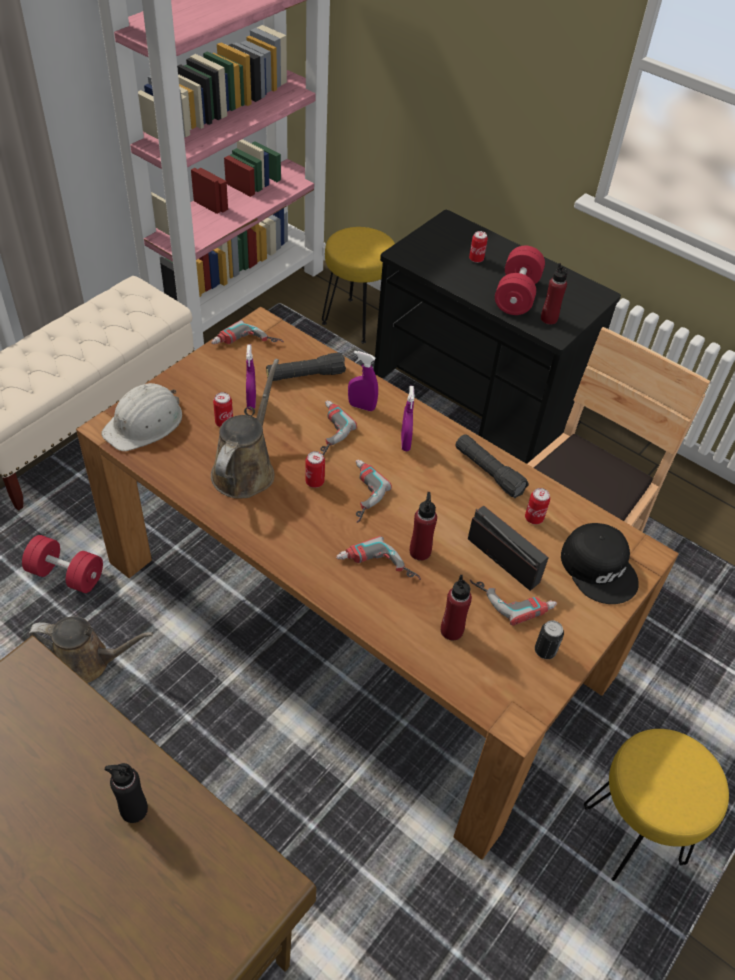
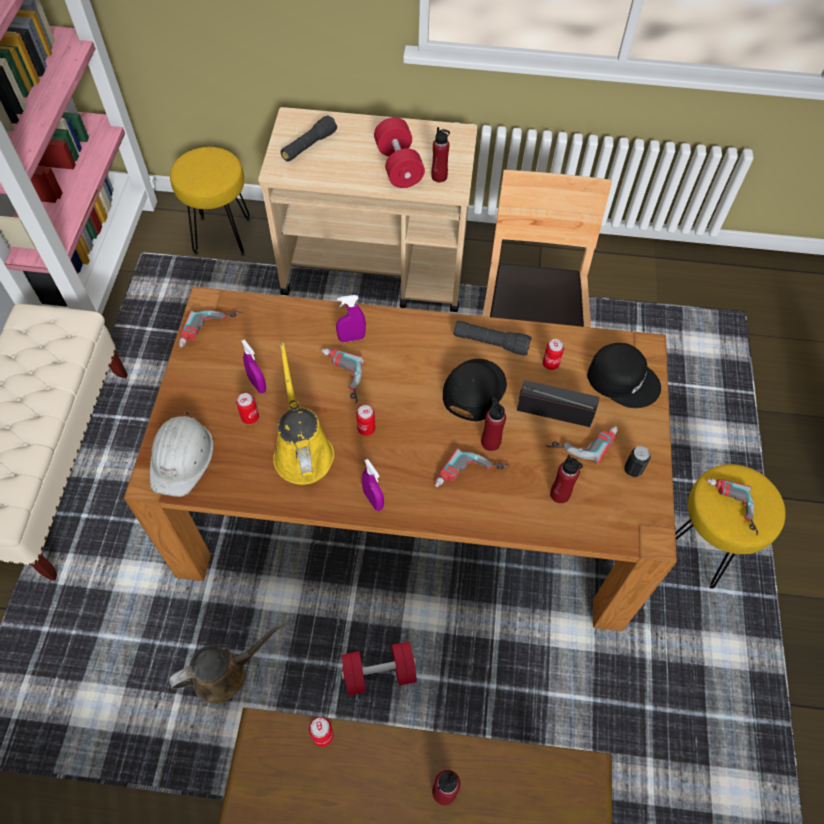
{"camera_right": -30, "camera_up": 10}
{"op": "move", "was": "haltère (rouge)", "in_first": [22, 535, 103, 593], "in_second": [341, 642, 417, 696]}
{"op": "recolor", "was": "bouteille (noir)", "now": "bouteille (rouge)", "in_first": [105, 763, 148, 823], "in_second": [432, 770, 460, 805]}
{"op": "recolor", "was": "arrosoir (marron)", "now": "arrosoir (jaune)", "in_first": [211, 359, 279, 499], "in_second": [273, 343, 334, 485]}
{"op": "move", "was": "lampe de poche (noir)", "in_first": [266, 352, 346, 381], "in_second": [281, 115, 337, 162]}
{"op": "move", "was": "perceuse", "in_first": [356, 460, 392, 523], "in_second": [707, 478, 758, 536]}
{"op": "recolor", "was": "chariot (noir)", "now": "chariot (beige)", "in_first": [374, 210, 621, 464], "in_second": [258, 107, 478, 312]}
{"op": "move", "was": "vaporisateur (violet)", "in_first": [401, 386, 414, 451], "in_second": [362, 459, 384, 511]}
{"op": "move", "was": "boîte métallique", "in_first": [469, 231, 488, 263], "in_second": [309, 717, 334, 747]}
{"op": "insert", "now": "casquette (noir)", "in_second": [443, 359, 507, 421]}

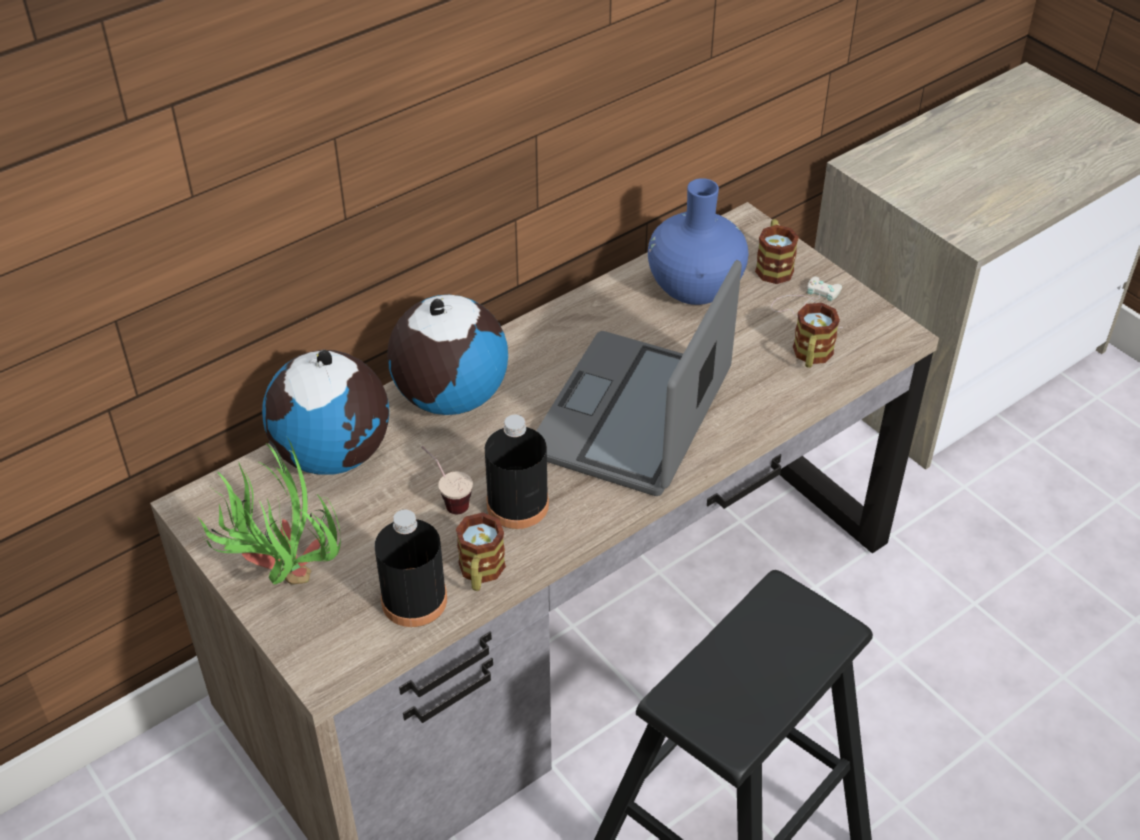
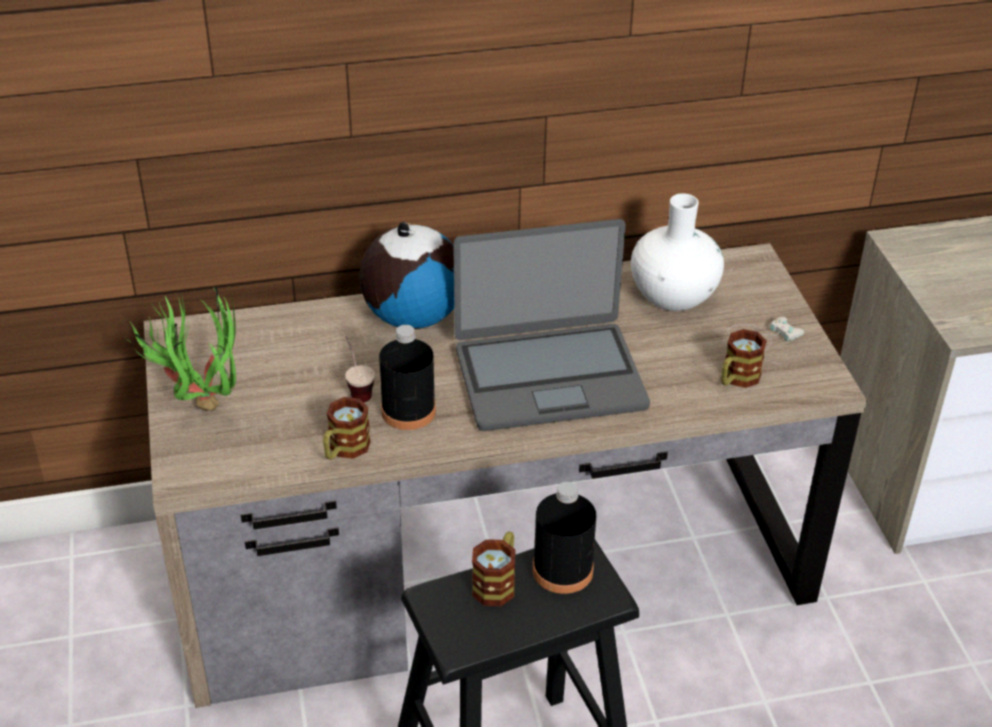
{"camera_right": 25, "camera_up": -5}
{"op": "delete", "was": "globe", "in_first": [262, 350, 389, 475]}
{"op": "move", "was": "bouteille (noir)", "in_first": [375, 510, 447, 627], "in_second": [533, 481, 596, 594]}
{"op": "rotate", "was": "ordinateur portable", "in_first": [536, 260, 742, 496], "in_second": [453, 219, 650, 431], "clockwise": -150}
{"op": "recolor", "was": "vase (bleu)", "now": "vase (blanc)", "in_first": [648, 178, 749, 305], "in_second": [631, 193, 724, 311]}
{"op": "move", "was": "mug", "in_first": [755, 219, 799, 284], "in_second": [472, 531, 516, 606]}

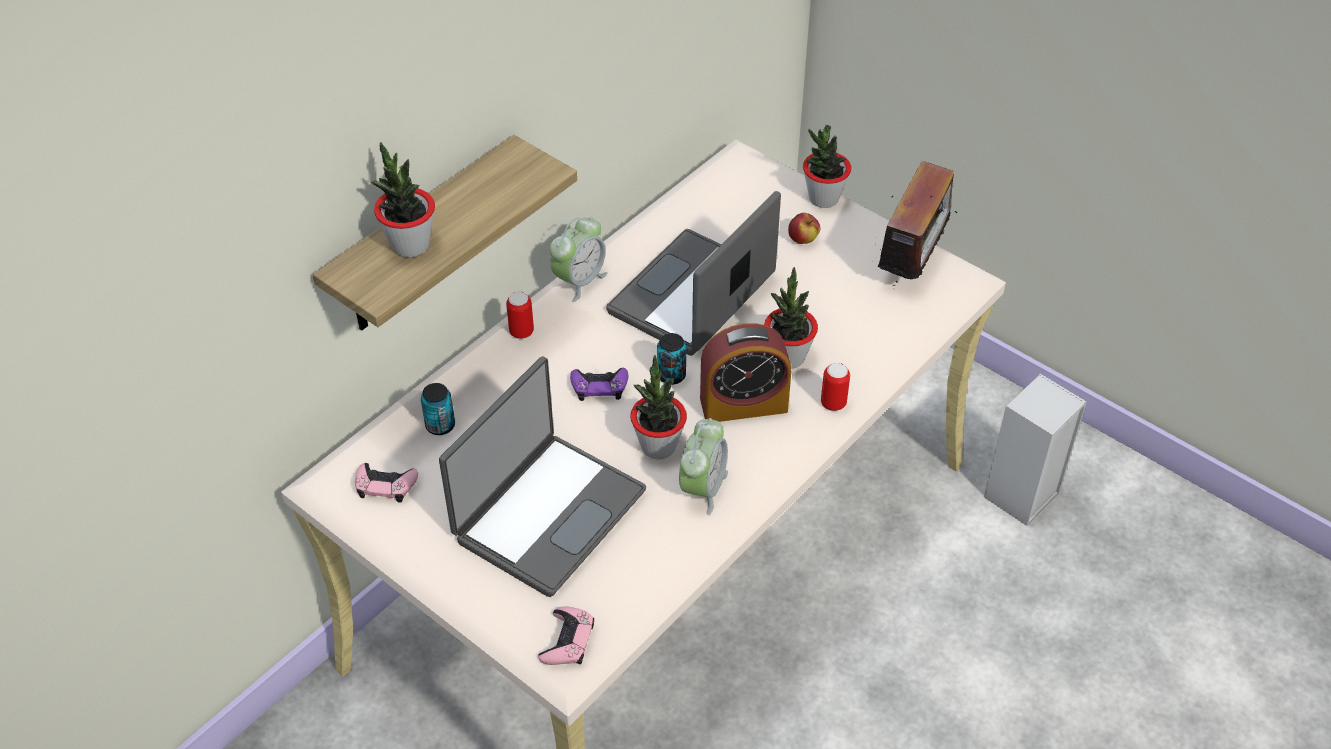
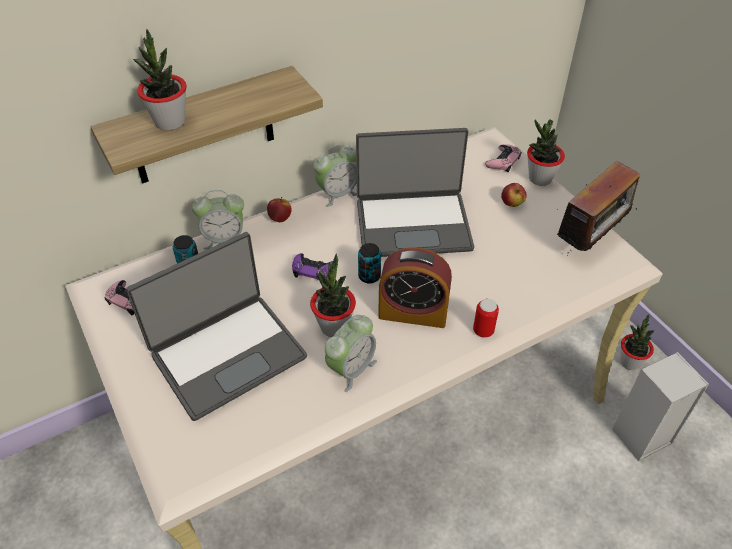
{"camera_right": 20, "camera_up": 0}
{"op": "replace", "was": "boîte métallique", "now": "pomme", "in_first": [506, 292, 534, 339], "in_second": [267, 197, 292, 222]}
{"op": "move", "was": "manette (rose)", "in_first": [538, 607, 594, 665], "in_second": [485, 144, 522, 172]}
{"op": "rotate", "was": "ordinateur portable", "in_first": [606, 191, 781, 356], "in_second": [356, 128, 474, 257], "clockwise": -150}
{"op": "move", "was": "plante en pot", "in_first": [764, 267, 818, 369], "in_second": [620, 314, 655, 370]}
{"op": "insert", "now": "réveil", "in_second": [192, 190, 244, 250]}

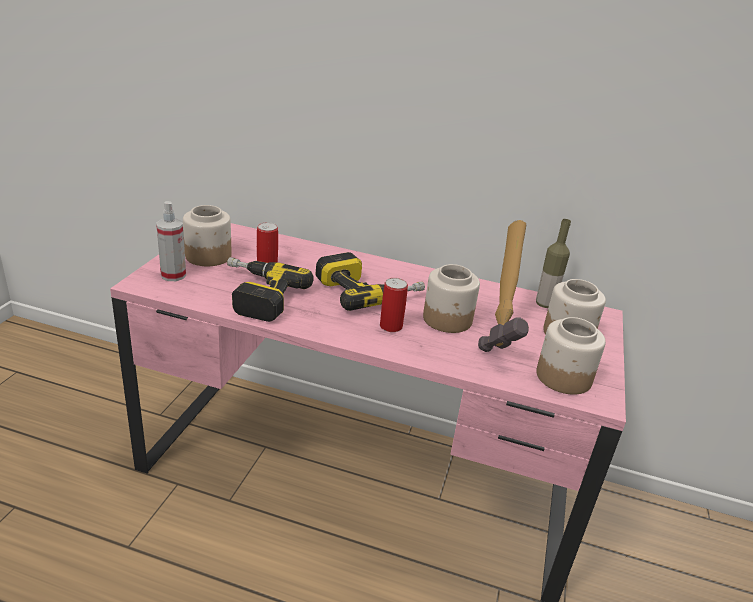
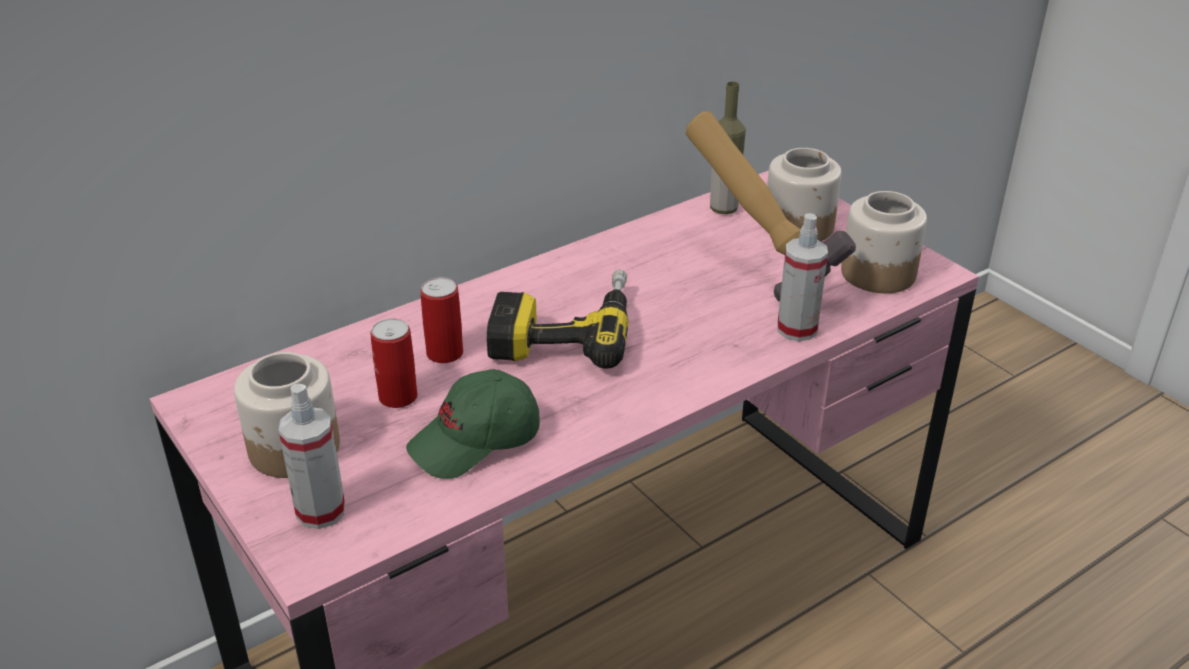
{"camera_right": -50, "camera_up": 5}
{"op": "replace", "was": "perceuse", "now": "casquette (vert)", "in_first": [227, 257, 314, 322], "in_second": [406, 369, 540, 479]}
{"op": "move", "was": "boîte métallique", "in_first": [380, 278, 408, 332], "in_second": [420, 277, 463, 363]}
{"op": "delete", "was": "bocal", "in_first": [423, 264, 480, 333]}
{"op": "insert", "now": "vaporisateur", "in_second": [777, 213, 828, 341]}

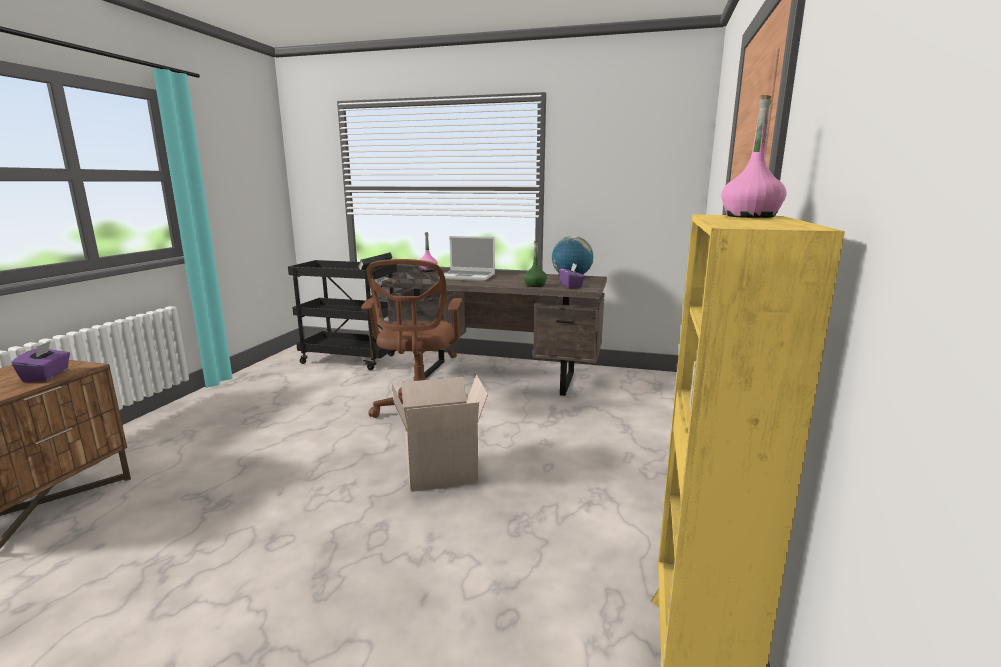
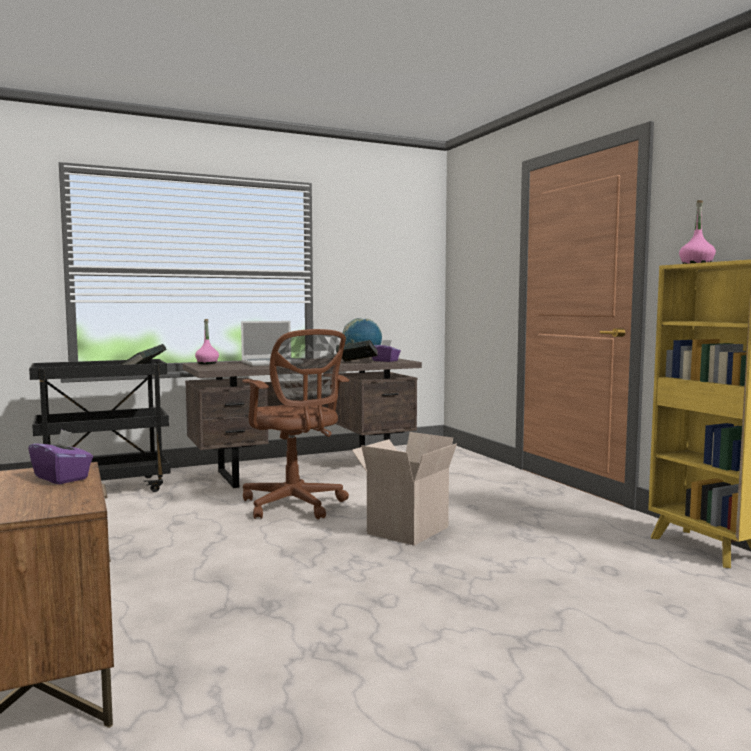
{"camera_right": -40, "camera_up": -10}
{"op": "replace", "was": "bouteille (vert)", "now": "livre", "in_first": [524, 241, 547, 287], "in_second": [336, 340, 378, 362]}

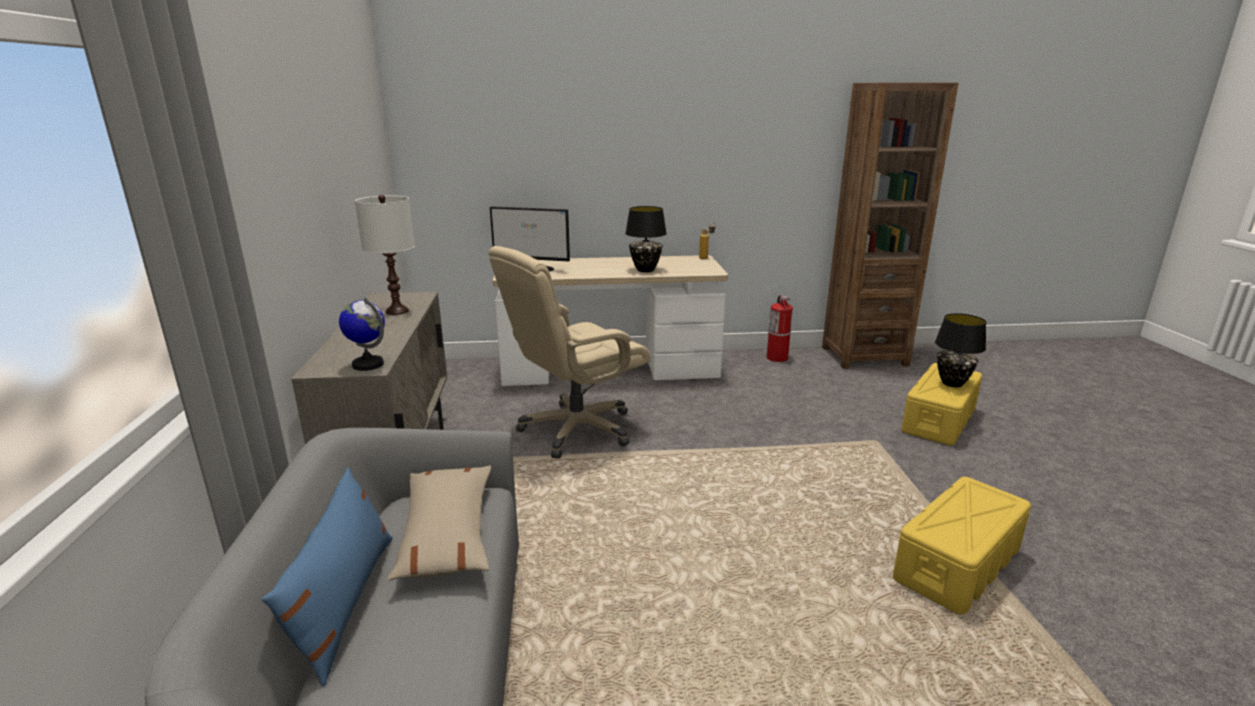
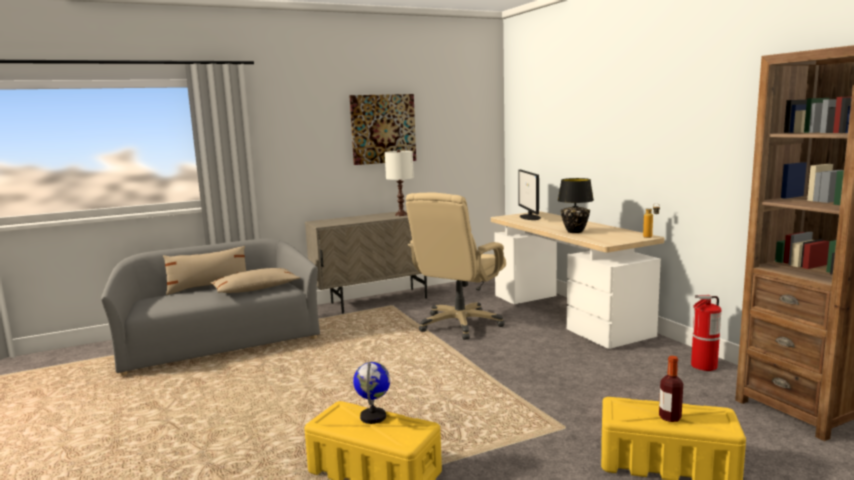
{"camera_right": 70, "camera_up": -10}
{"op": "recolor", "was": "coussin (bleu)", "now": "coussin (beige)", "in_first": [262, 468, 393, 686], "in_second": [163, 246, 246, 295]}
{"op": "move", "was": "globe", "in_first": [339, 297, 385, 371], "in_second": [353, 362, 390, 424]}
{"op": "rotate", "was": "chaise de bureau (beige)", "in_first": [489, 246, 650, 458], "in_second": [406, 192, 506, 340], "clockwise": -90}
{"op": "replace", "was": "lampe de table (noir)", "now": "bouteille", "in_first": [935, 313, 986, 388], "in_second": [659, 356, 683, 422]}
{"op": "insert", "now": "tableau", "in_second": [349, 94, 416, 165]}

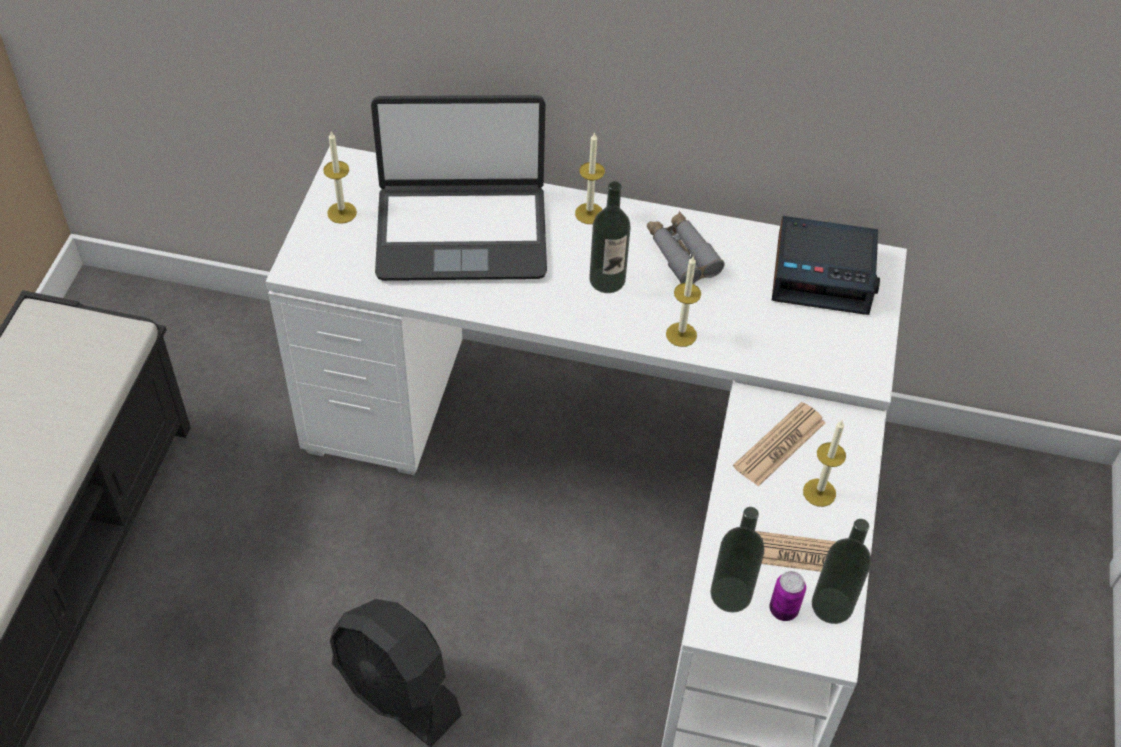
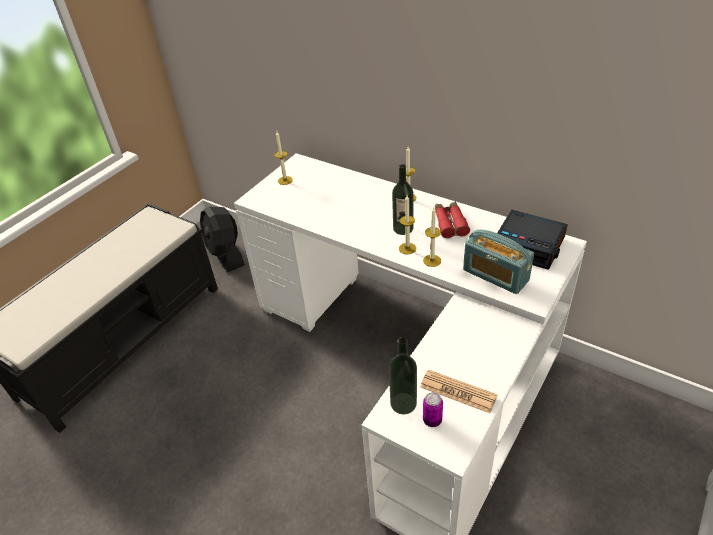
{"camera_right": 25, "camera_up": -10}
{"op": "move", "was": "ventilateur (noir)", "in_first": [330, 599, 462, 747], "in_second": [200, 206, 245, 272]}
{"op": "delete", "was": "ordinateur portable", "in_first": [371, 95, 547, 281]}
{"op": "recolor", "was": "jumelles (gris)", "now": "jumelles (rouge)", "in_first": [647, 211, 725, 284], "in_second": [435, 202, 470, 238]}
{"op": "delete", "was": "journal", "in_first": [733, 402, 826, 487]}
{"op": "move", "was": "bougie", "in_first": [803, 420, 846, 507], "in_second": [399, 195, 416, 254]}
{"op": "delete", "was": "bouteille", "in_first": [812, 519, 871, 624]}
{"op": "insert", "now": "radio", "in_second": [463, 230, 534, 294]}

